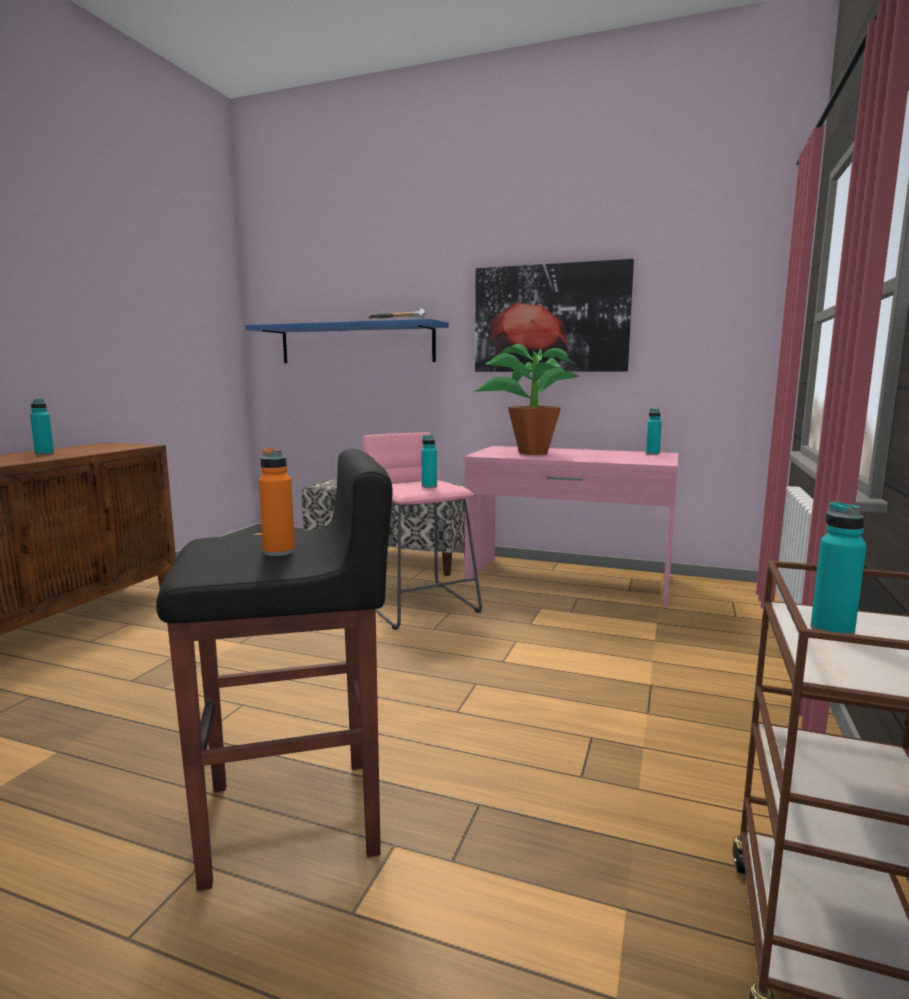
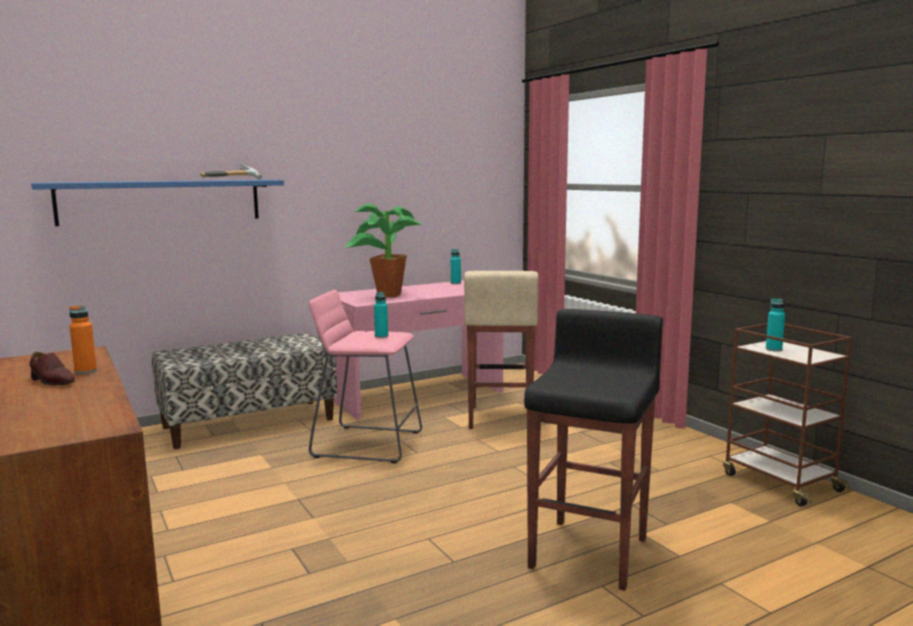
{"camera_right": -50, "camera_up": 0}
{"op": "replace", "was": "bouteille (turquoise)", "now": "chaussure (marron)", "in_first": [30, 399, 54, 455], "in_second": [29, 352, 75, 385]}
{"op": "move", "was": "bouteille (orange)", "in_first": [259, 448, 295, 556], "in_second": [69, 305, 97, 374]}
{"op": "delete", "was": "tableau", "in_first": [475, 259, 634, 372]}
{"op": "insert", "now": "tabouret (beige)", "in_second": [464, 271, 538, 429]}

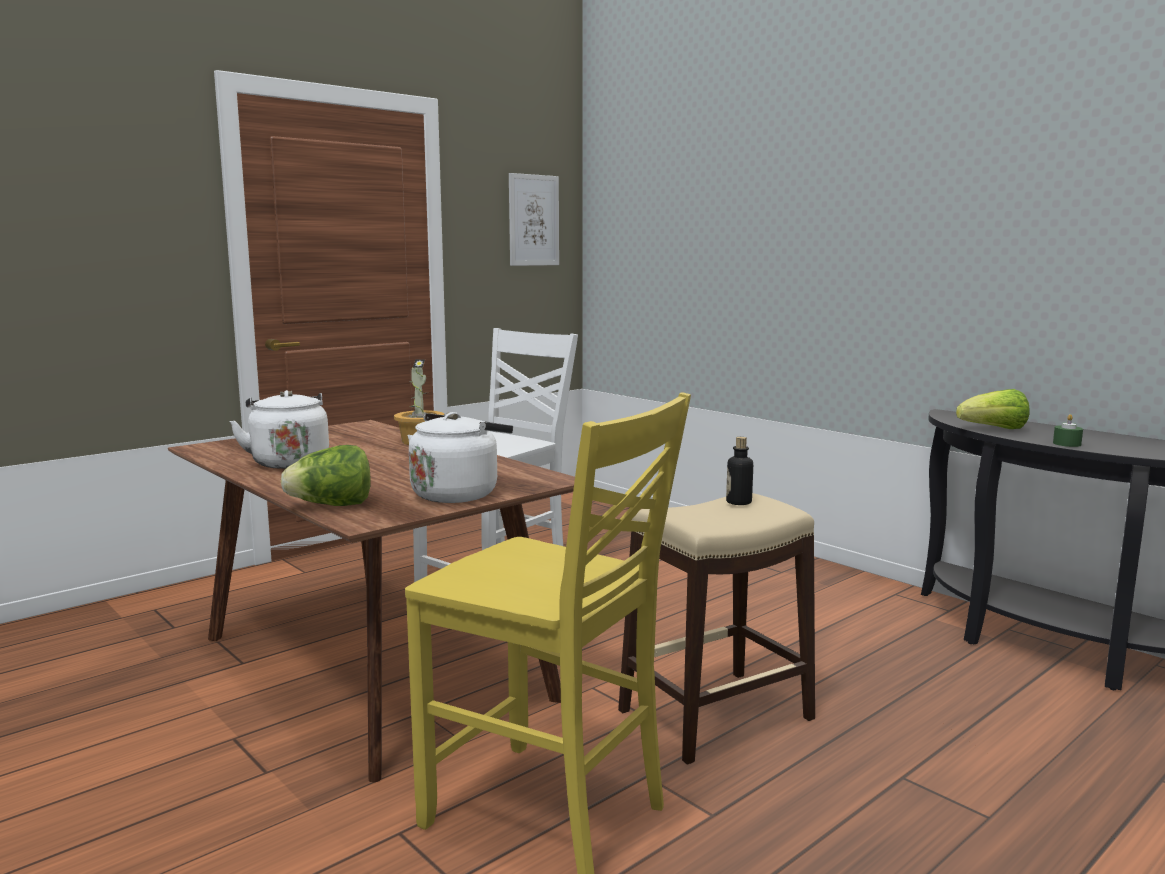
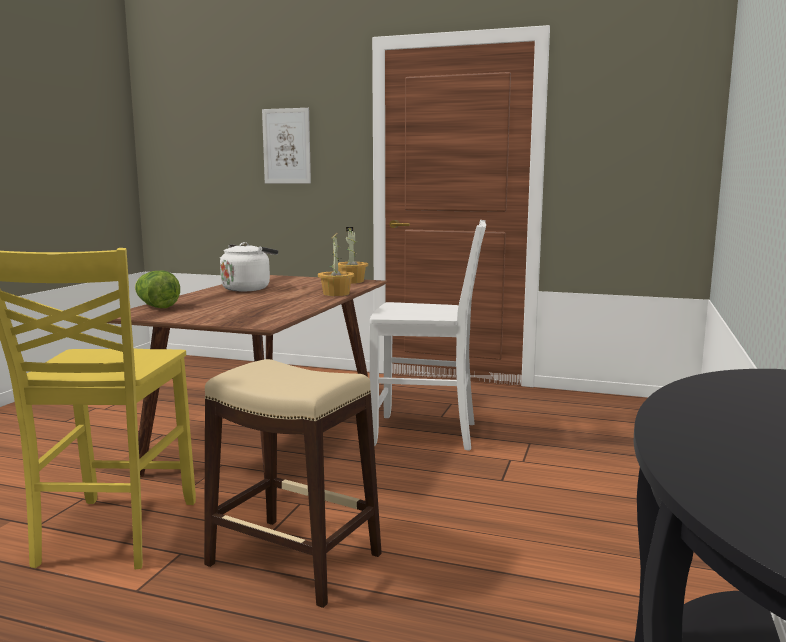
{"camera_right": 60, "camera_up": 0}
{"op": "delete", "was": "bouilloire (blanc)", "in_first": [408, 412, 513, 503]}
{"op": "move", "was": "tableau", "in_first": [509, 173, 559, 266], "in_second": [262, 108, 311, 184]}
{"op": "delete", "was": "bouteille", "in_first": [726, 437, 753, 505]}
{"op": "delete", "was": "laitue", "in_first": [956, 389, 1029, 429]}
{"op": "delete", "was": "bougie (vert)", "in_first": [1053, 414, 1083, 447]}
{"op": "insert", "now": "plante en pot", "in_second": [338, 227, 368, 284]}

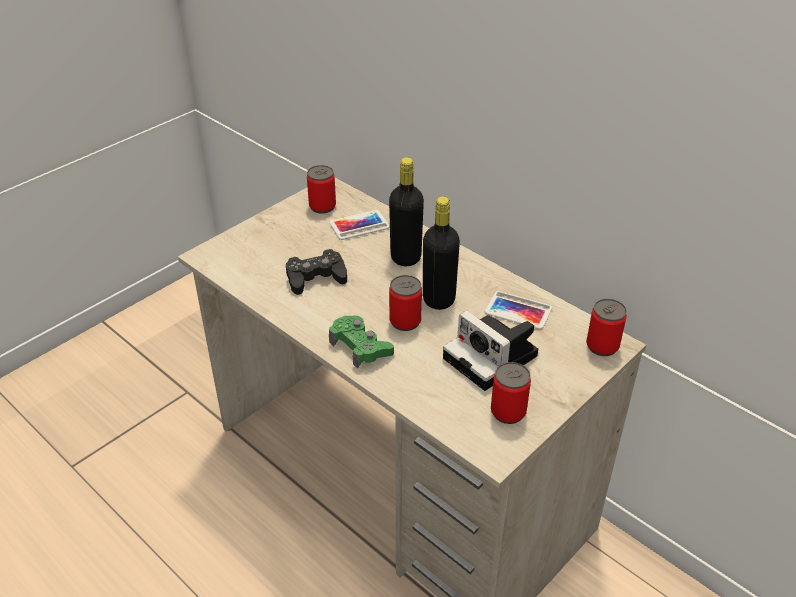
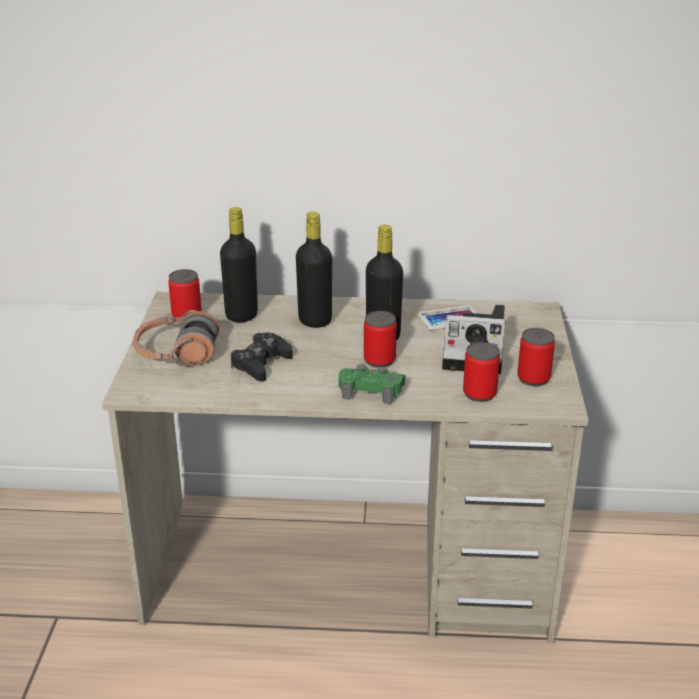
{"camera_right": -40, "camera_up": -10}
{"op": "replace", "was": "téléphone", "now": "bouteille (noir)", "in_first": [329, 210, 390, 240], "in_second": [220, 207, 258, 322]}
{"op": "move", "was": "boîte métallique", "in_first": [586, 299, 627, 356], "in_second": [463, 342, 500, 402]}
{"op": "insert", "now": "casque audio", "in_second": [133, 310, 219, 367]}

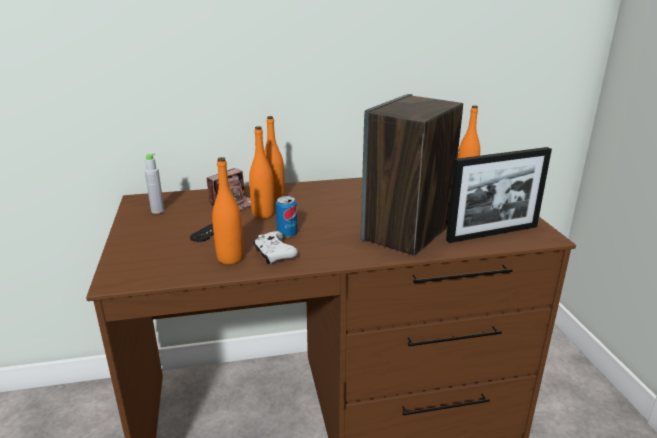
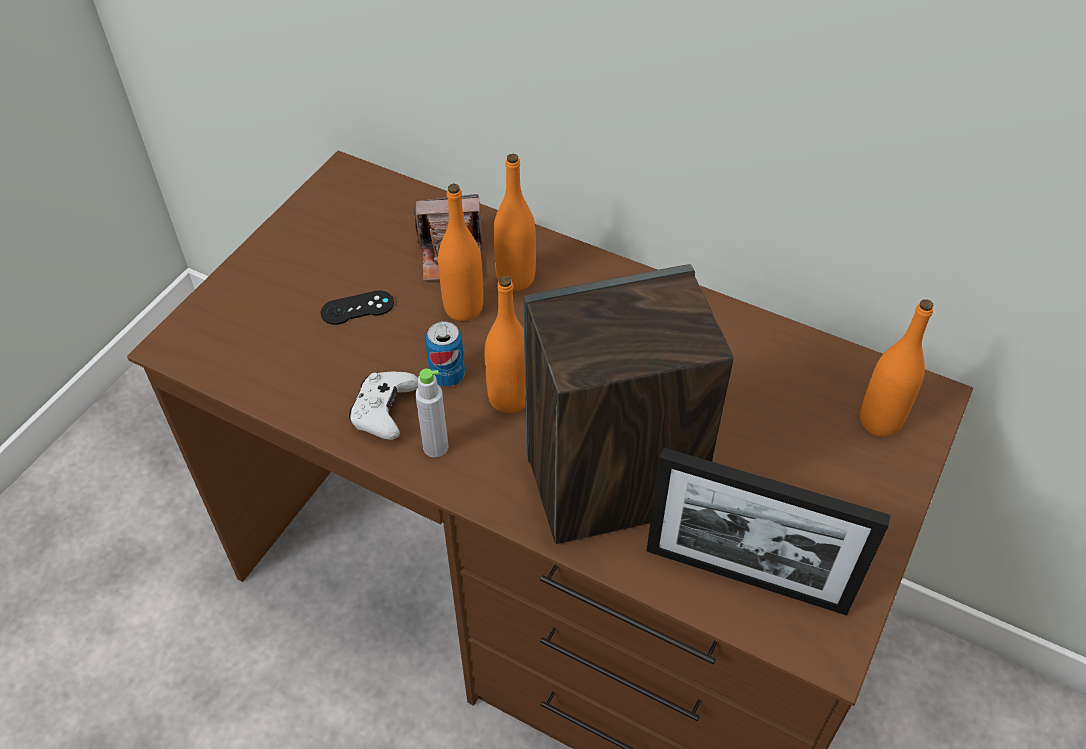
{"camera_right": 40, "camera_up": 25}
{"op": "move", "was": "bouteille (gris)", "in_first": [145, 153, 164, 214], "in_second": [415, 369, 448, 457]}
{"op": "move", "was": "bouteille (orange)", "in_first": [212, 157, 244, 264], "in_second": [484, 276, 525, 413]}

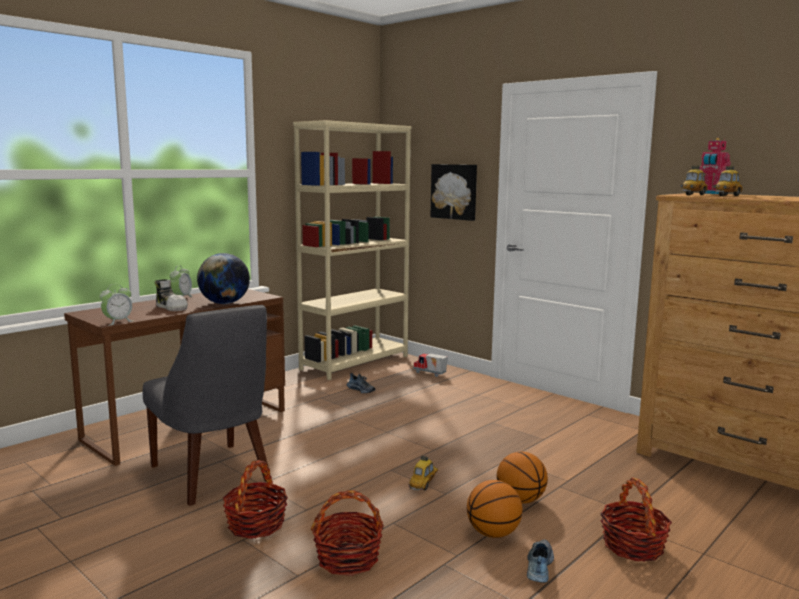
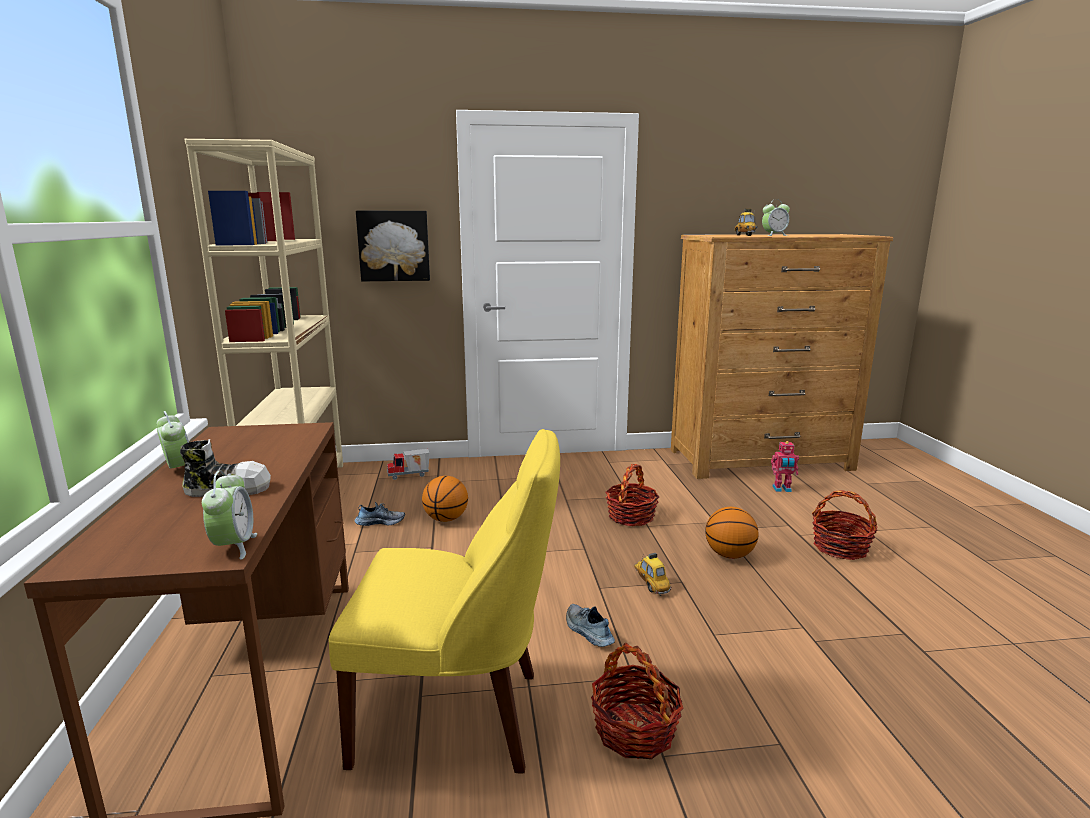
{"camera_right": -50, "camera_up": 5}
{"op": "recolor", "was": "chaise (gris)", "now": "chaise (jaune)", "in_first": [143, 305, 268, 506], "in_second": [329, 429, 560, 773]}
{"op": "delete", "was": "globe", "in_first": [197, 253, 250, 304]}
{"op": "move", "was": "panier", "in_first": [311, 490, 384, 576], "in_second": [606, 464, 659, 526]}
{"op": "move", "was": "ballon de basket", "in_first": [467, 480, 523, 538], "in_second": [422, 476, 468, 522]}
{"op": "move", "was": "chaussure", "in_first": [527, 539, 554, 583], "in_second": [566, 603, 615, 647]}
{"op": "delete", "was": "petite voiture", "in_first": [680, 166, 708, 195]}
{"op": "move", "was": "robot jouet", "in_first": [700, 138, 731, 194], "in_second": [771, 441, 799, 492]}
{"op": "insert", "now": "réveil", "in_second": [762, 199, 790, 236]}

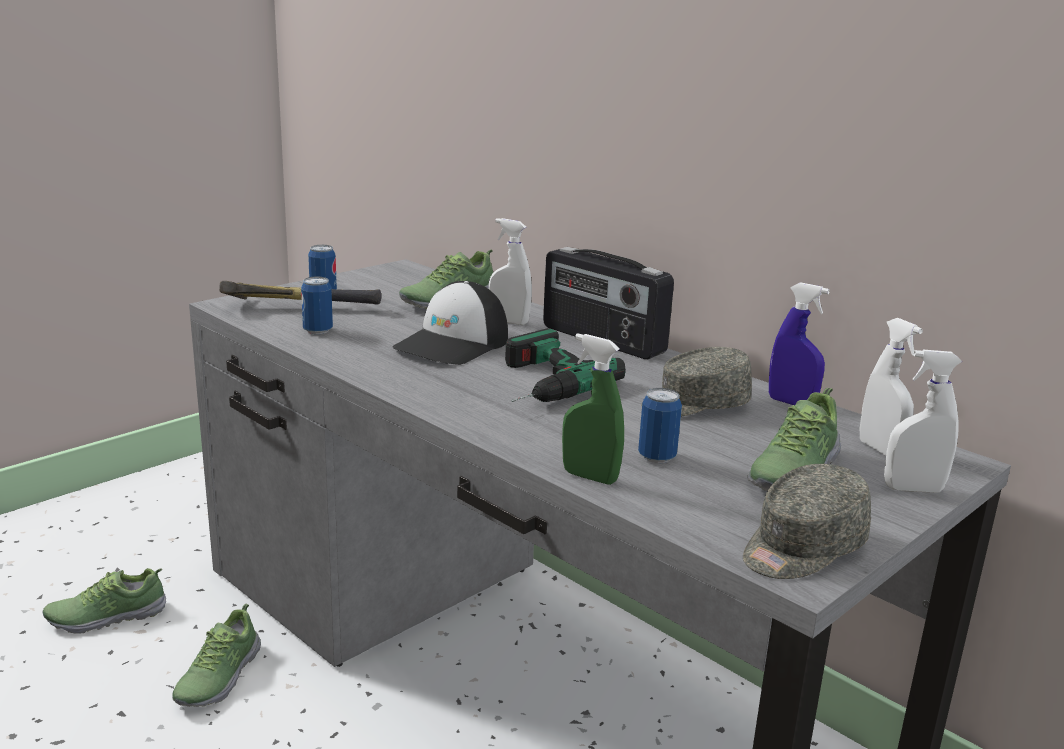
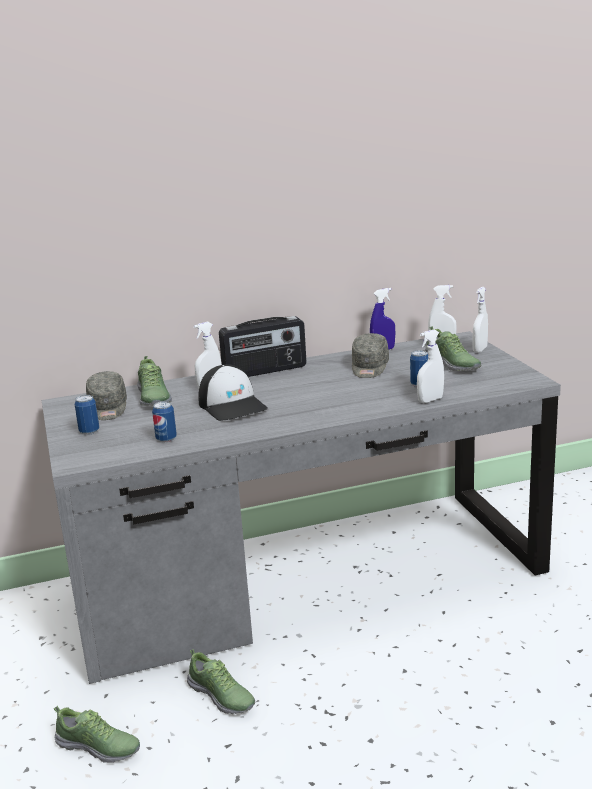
{"camera_right": -60, "camera_up": 0}
{"op": "rotate", "was": "chaussure", "in_first": [42, 568, 166, 634], "in_second": [54, 706, 140, 763], "clockwise": -75}
{"op": "delete", "was": "marteau", "in_first": [219, 281, 381, 304]}
{"op": "delete", "was": "perceuse", "in_first": [505, 328, 625, 402]}
{"op": "recolor", "was": "vaporisateur (vert)", "now": "vaporisateur (blanc)", "in_first": [562, 333, 624, 485], "in_second": [417, 329, 444, 403]}
{"op": "move", "was": "casquette (gris)", "in_first": [743, 464, 871, 579], "in_second": [86, 371, 127, 420]}

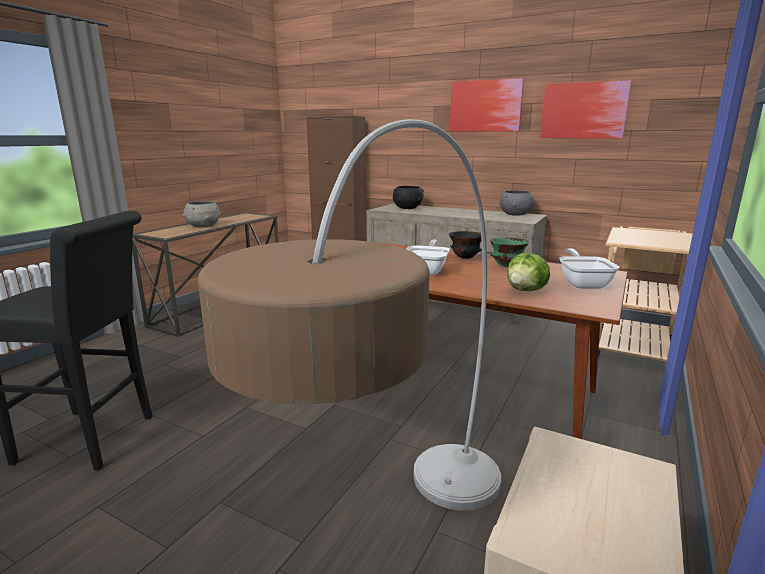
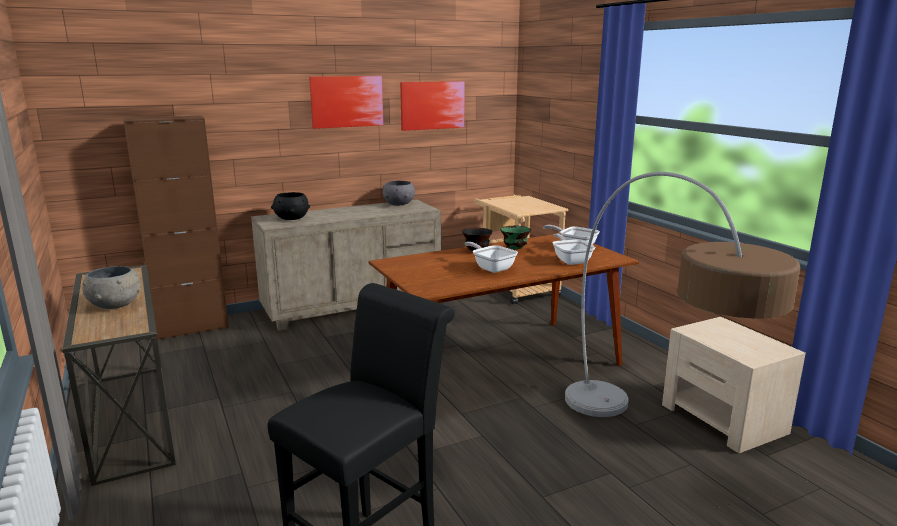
{"camera_right": -55, "camera_up": 0}
{"op": "replace", "was": "laitue", "now": "poêle", "in_first": [507, 253, 550, 291], "in_second": [553, 234, 595, 265]}

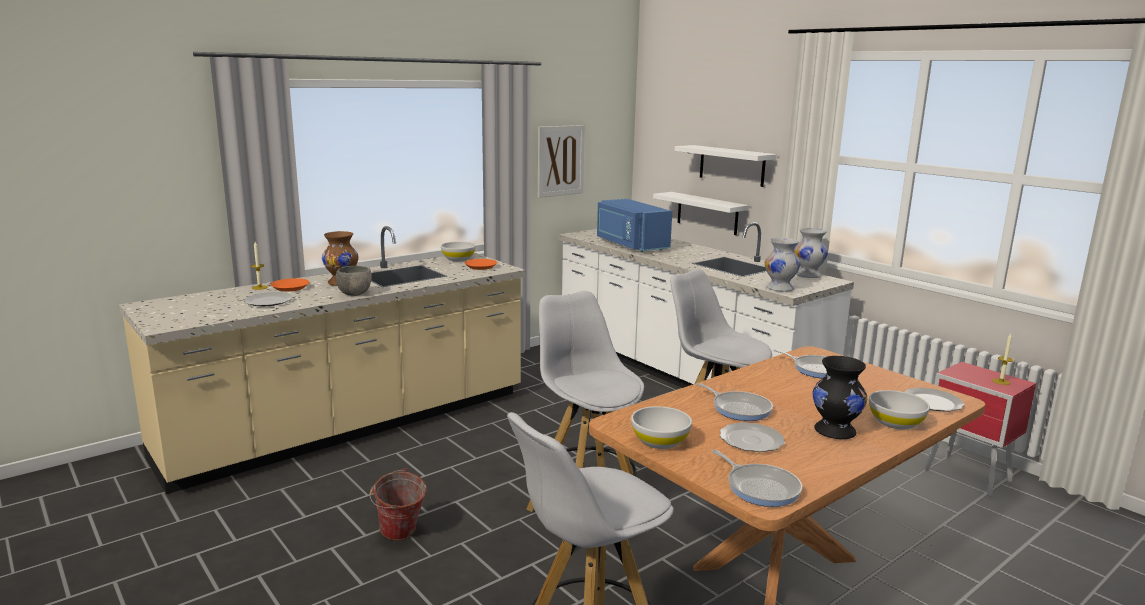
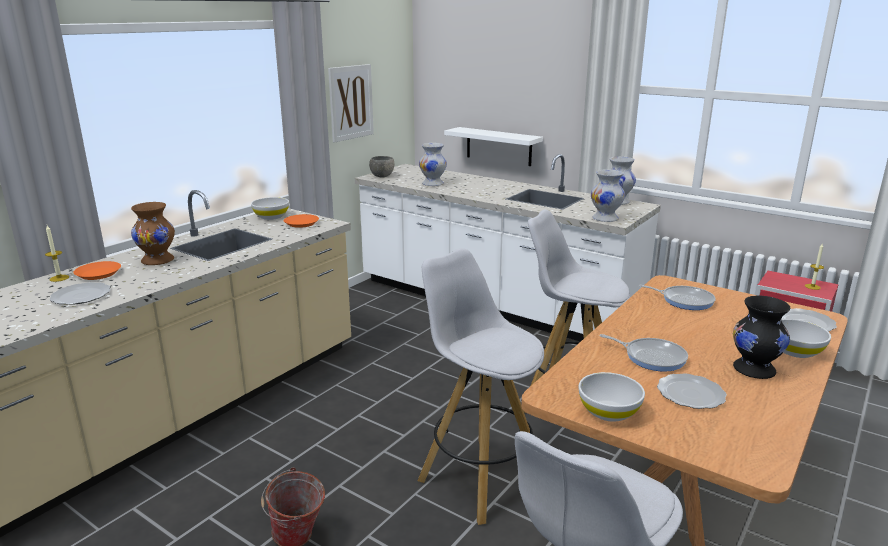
{"camera_right": -15, "camera_up": 5}
{"op": "move", "was": "bol (gris)", "in_first": [336, 266, 372, 296], "in_second": [369, 156, 395, 177]}
{"op": "replace", "was": "micro-ondes (bleu)", "now": "vase (blanc)", "in_first": [597, 199, 672, 252], "in_second": [419, 143, 447, 186]}
{"op": "delete", "was": "étagère (blanc)", "in_first": [675, 145, 777, 187]}
{"op": "delete", "was": "poêle", "in_first": [712, 450, 802, 507]}

